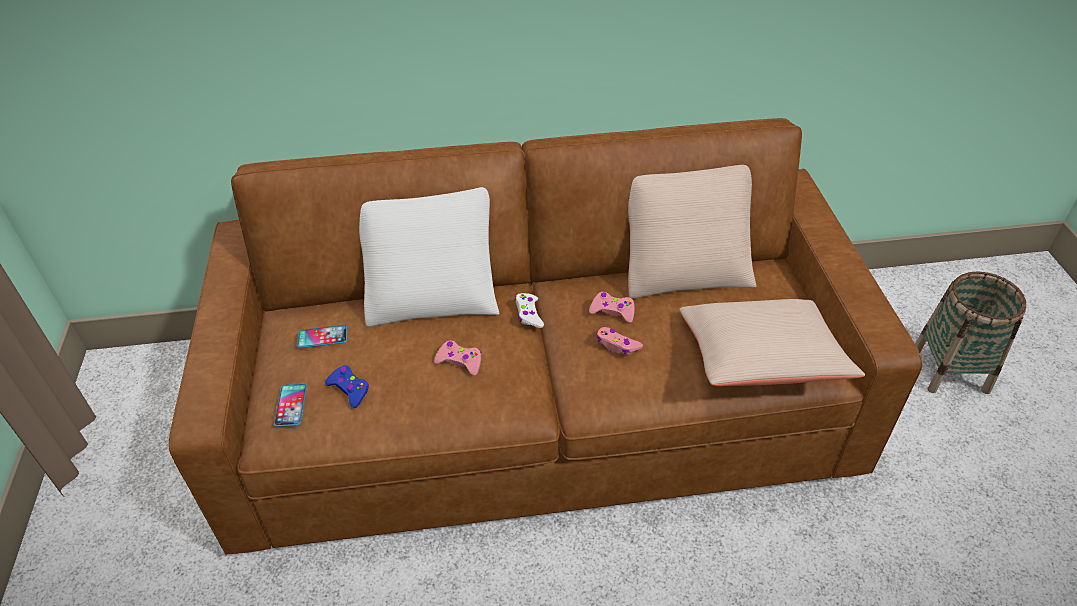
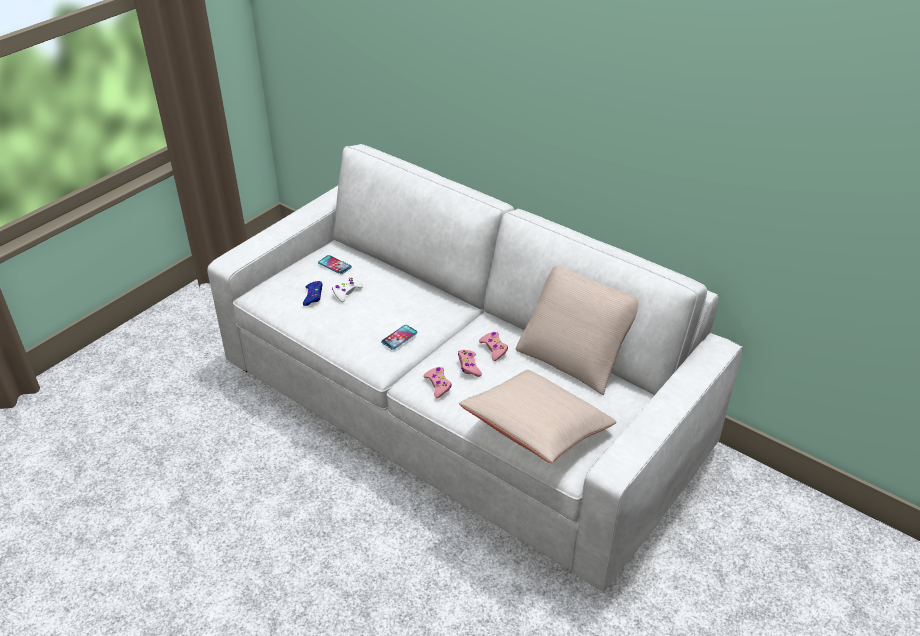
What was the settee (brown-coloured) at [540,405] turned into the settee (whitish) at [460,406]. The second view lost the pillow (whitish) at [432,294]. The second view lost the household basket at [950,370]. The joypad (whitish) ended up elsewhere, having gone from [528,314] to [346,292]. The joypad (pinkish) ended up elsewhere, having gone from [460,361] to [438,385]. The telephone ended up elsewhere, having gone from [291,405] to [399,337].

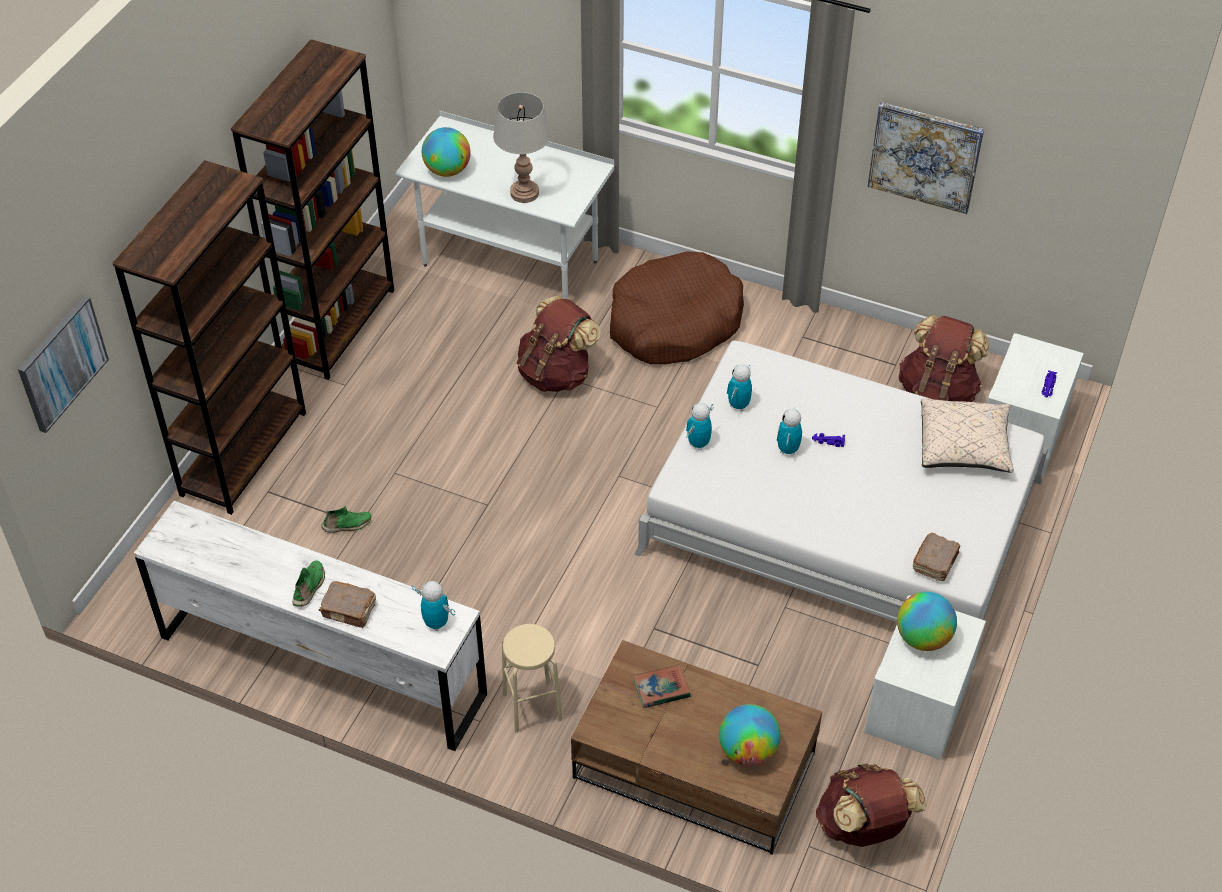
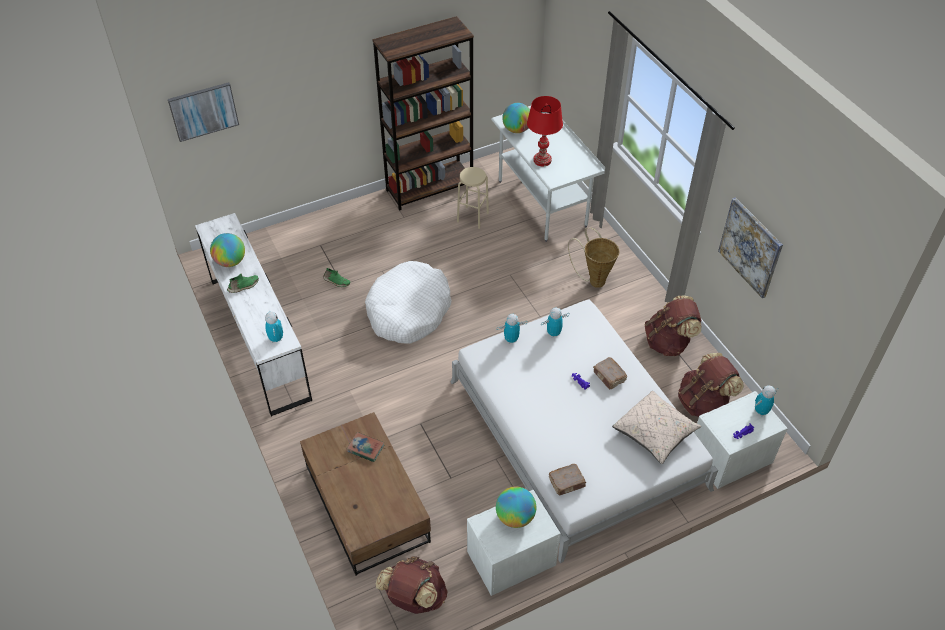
What was the tabletop lamp (gray) at [524,193] turned into the tabletop lamp (reddish) at [542,160]. The second view lost the bookcase (brown-coloured) at [244,453]. Where the dog cushion (brown-coloured) stood at [674,323], the household basket came to stand at [594,280]. The knapsack (brown-coloured) ended up elsewhere, having gone from [556,373] to [668,342]. The robot figure ended up elsewhere, having gone from [788,450] to [761,411]. The bound book (brown-coloured) ended up elsewhere, having gone from [349,610] to [609,377]. The stool seat (beige) ended up elsewhere, having gone from [532,707] to [472,217]. The desk globe ended up elsewhere, having gone from [747,751] to [230,262]. The second view gained the dog cushion (whitish) at [408,311].

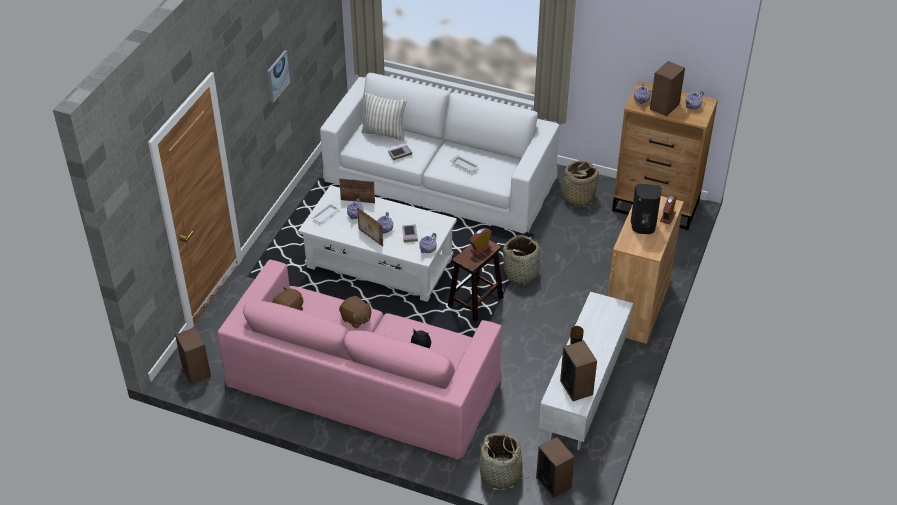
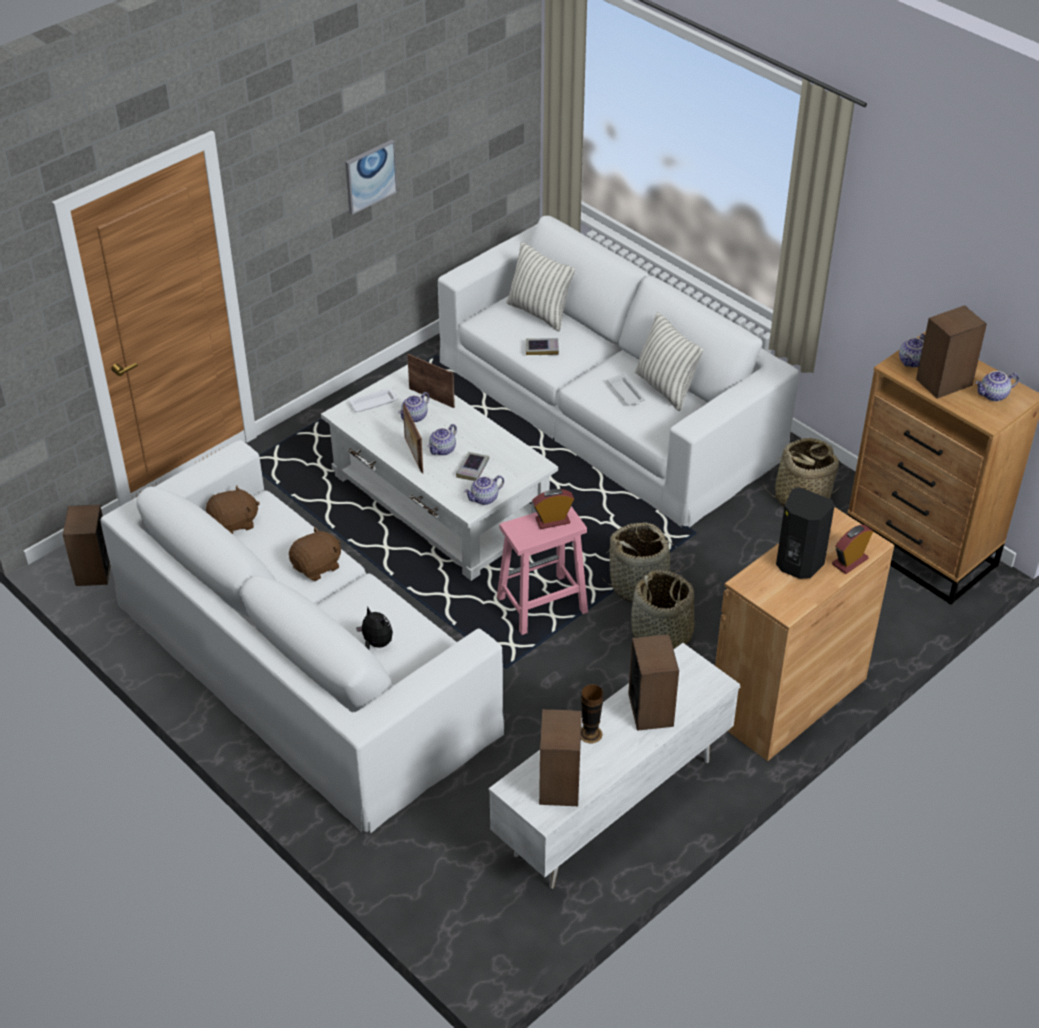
What was the stool seat (brown-coloured) at [475,302] turned into the stool seat (pinkish) at [541,605]. What was the settee (pinkish) at [363,381] turned into the settee (whitish) at [304,665]. The cuddly toy (brown-coloured) at [356,319] ended up facing another way, 105 degrees counterclockwise from before. The household basket ended up elsewhere, having gone from [501,474] to [662,635]. The audio speaker ended up elsewhere, having gone from [553,482] to [651,710]. The second view gained the pillow at [665,388].

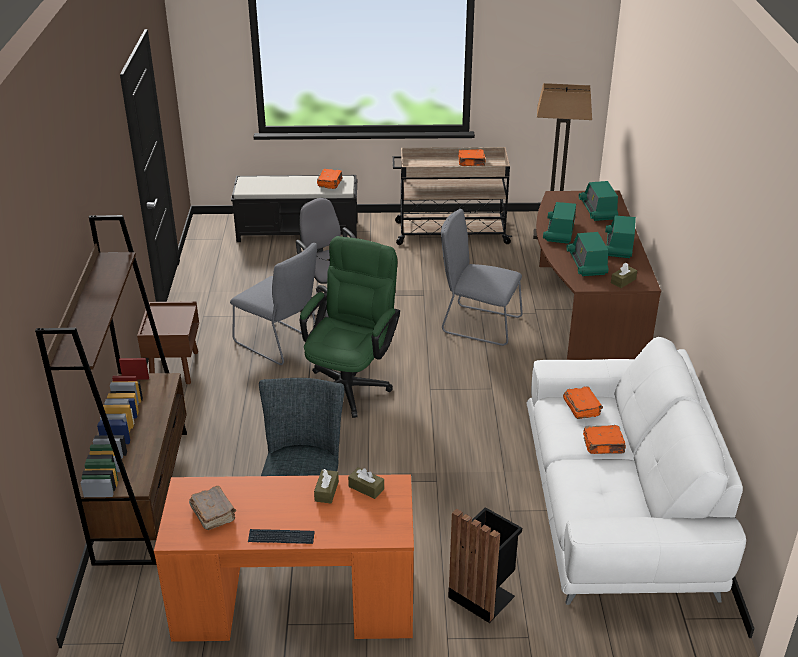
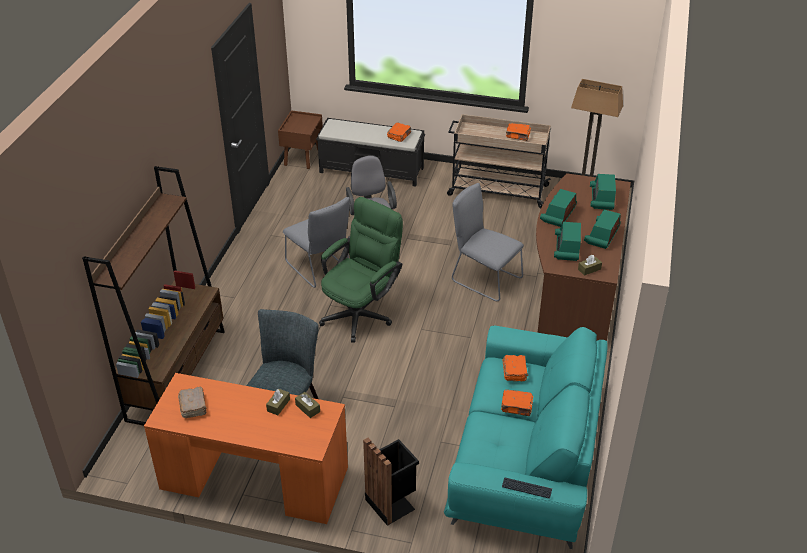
The night table (brown-coloured) ended up elsewhere, having gone from [174,367] to [302,157]. What was the settee (whitish) at [617,506] turned into the settee (turquoise-coloured) at [526,455]. The keyboard ended up elsewhere, having gone from [281,537] to [526,488].

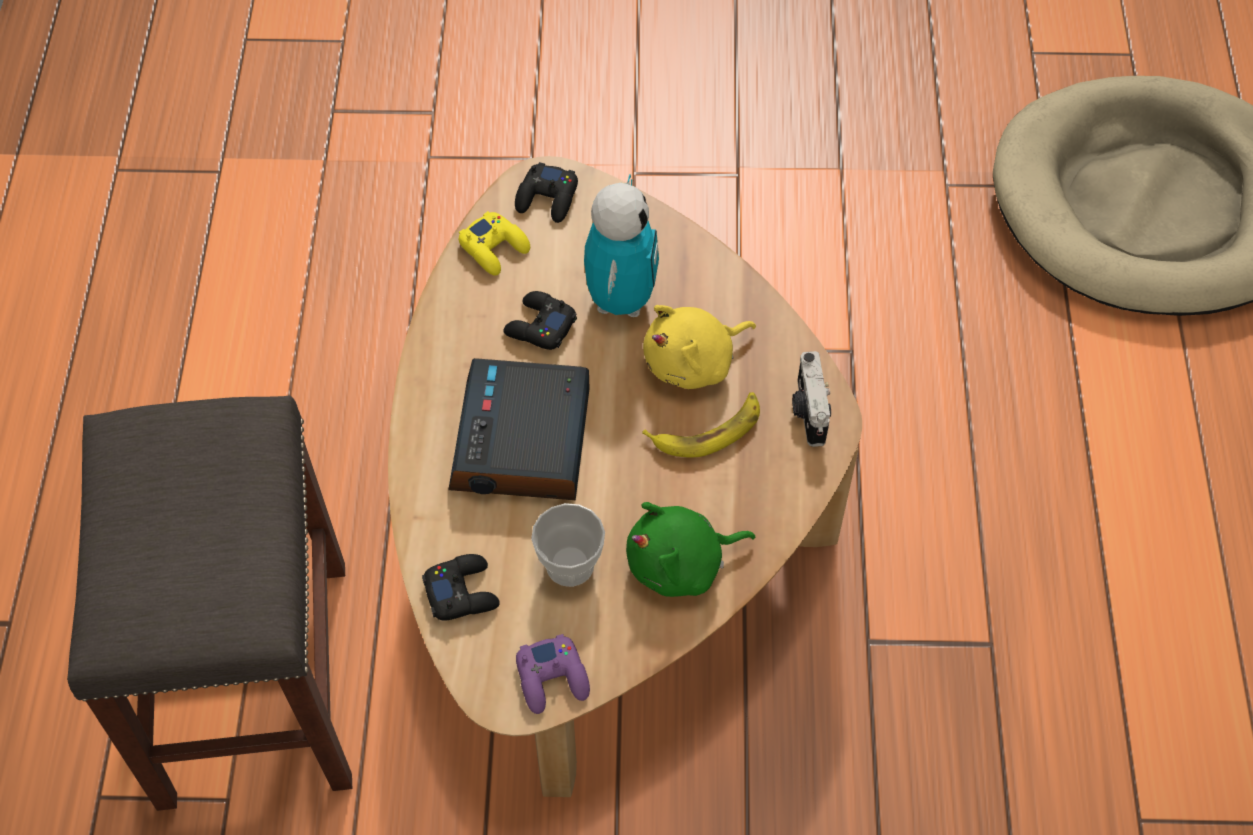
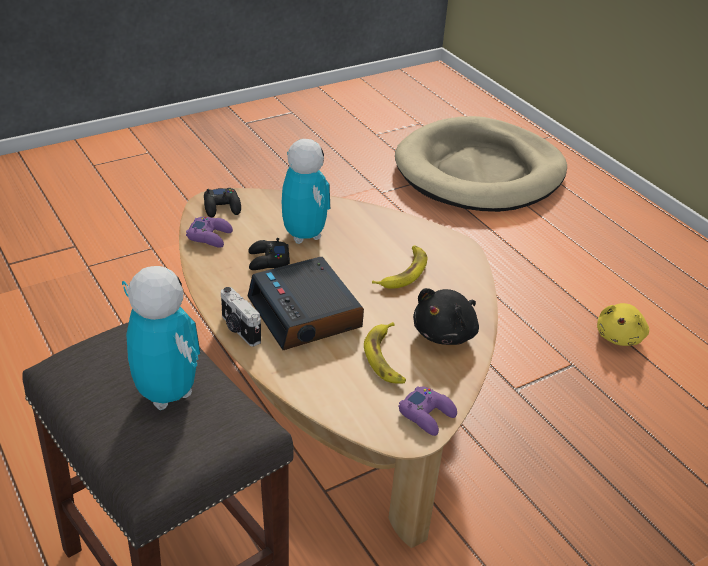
What was the joypad (yellow-coloured) at [495,248] turned into the joypad (purple) at [210,236]. The cuddly toy (yellow-coloured) ended up elsewhere, having gone from [693,362] to [619,336]. The still camera ended up elsewhere, having gone from [808,411] to [239,329]. What was the cuddly toy (green) at [681,564] turned into the cuddly toy (black-coloured) at [446,333]. Where the small cup stood at [570,565], the whole banana came to stand at [386,358]. The second view lost the joypad (black-coloured) at [462,592]. The second view gained the robot figure at [166,393].

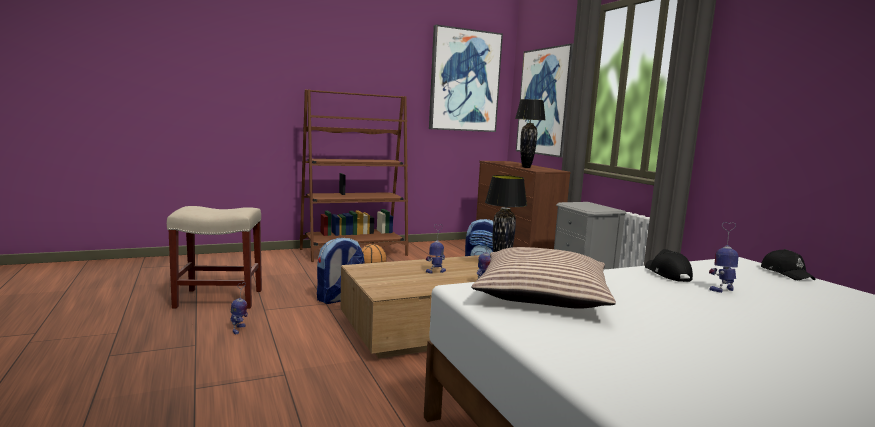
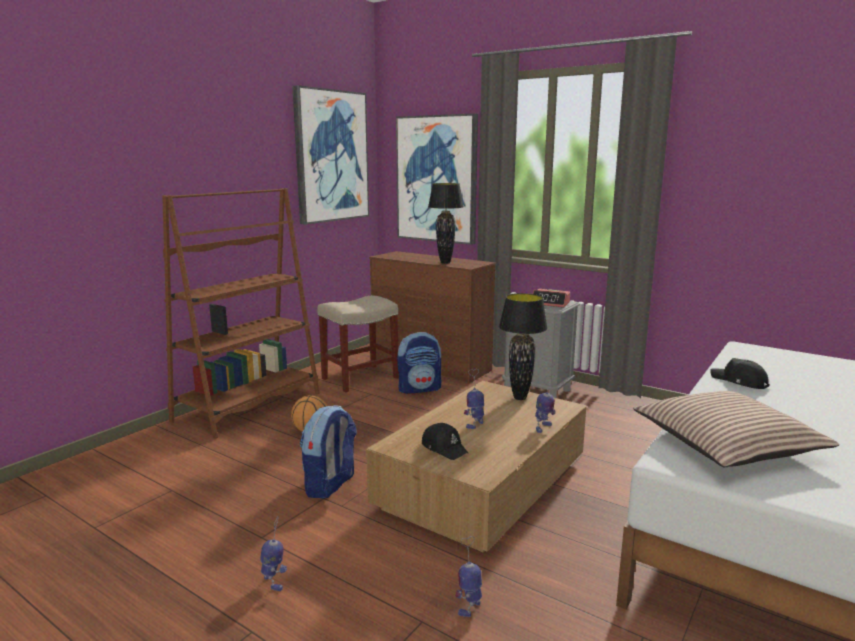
The stool seat (beige) ended up elsewhere, having gone from [218,299] to [359,378]. The robot figure ended up elsewhere, having gone from [722,289] to [470,606]. The baseball cap (black-coloured) ended up elsewhere, having gone from [786,273] to [444,448]. The second view gained the table clock at [550,303].

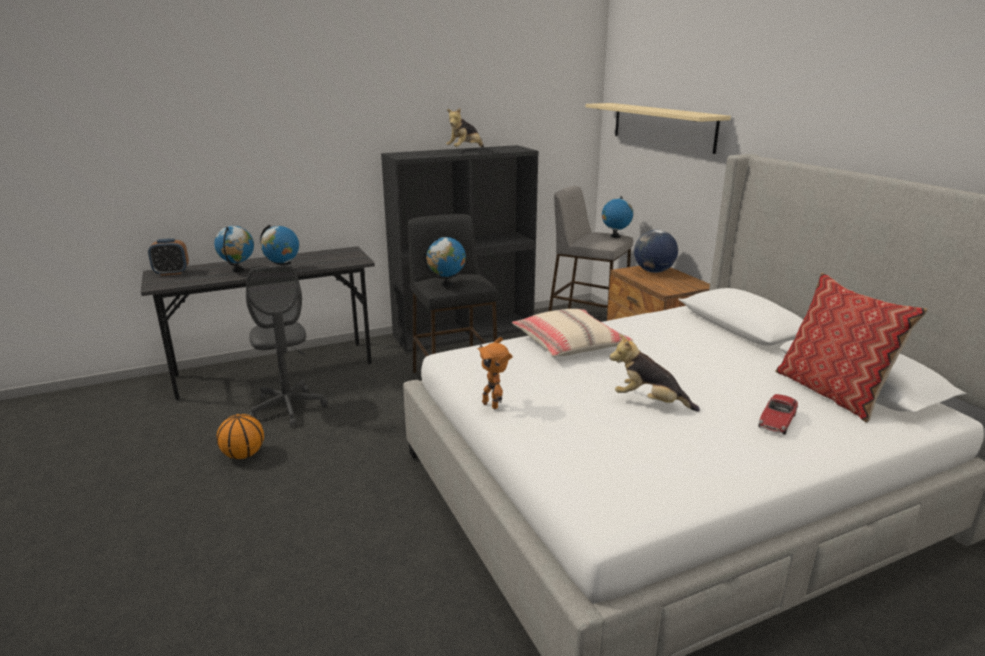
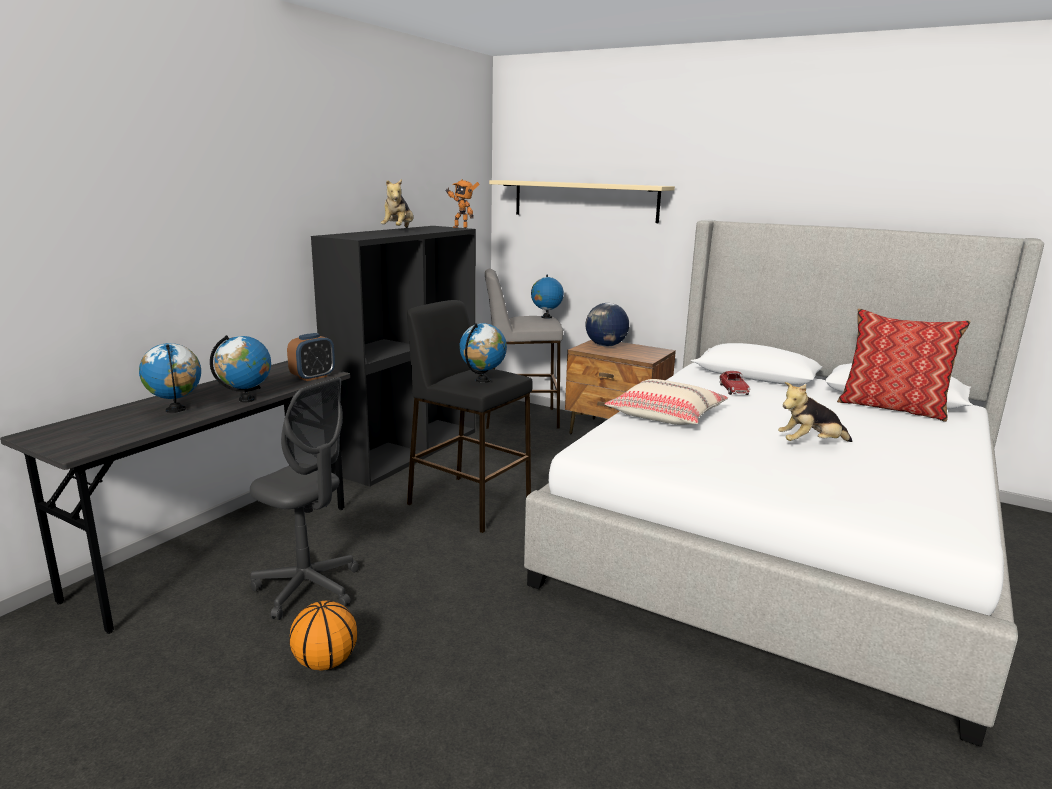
The table clock ended up elsewhere, having gone from [171,273] to [313,377]. The robot figure ended up elsewhere, having gone from [492,404] to [460,227]. The model car ended up elsewhere, having gone from [777,421] to [733,389].

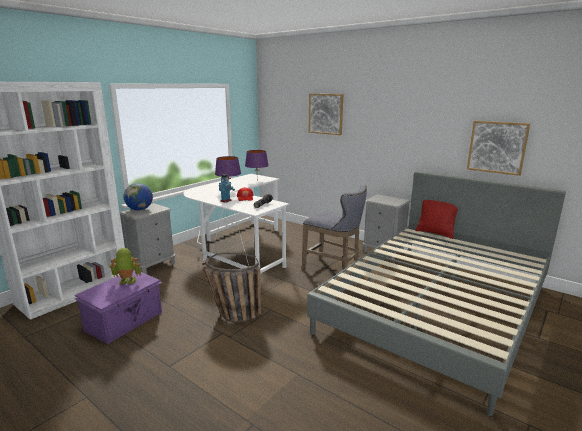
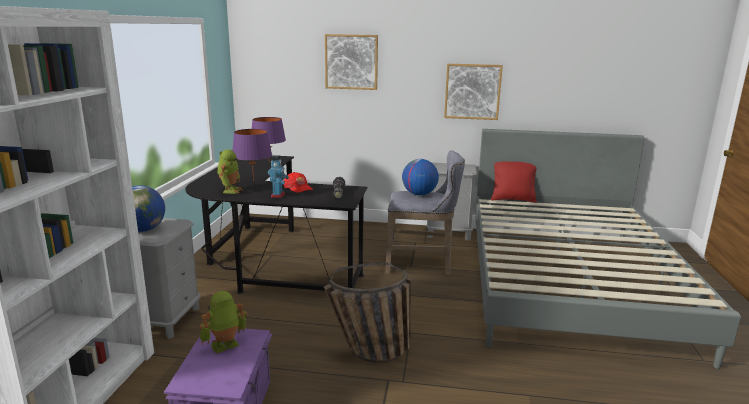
The picture ended up elsewhere, having gone from [497,147] to [472,91]. What was the desk unit (whitish) at [238,248] turned into the desk unit (black-coloured) at [269,265]. The second view gained the robot figure at [230,190]. The second view gained the desk globe at [419,194].

